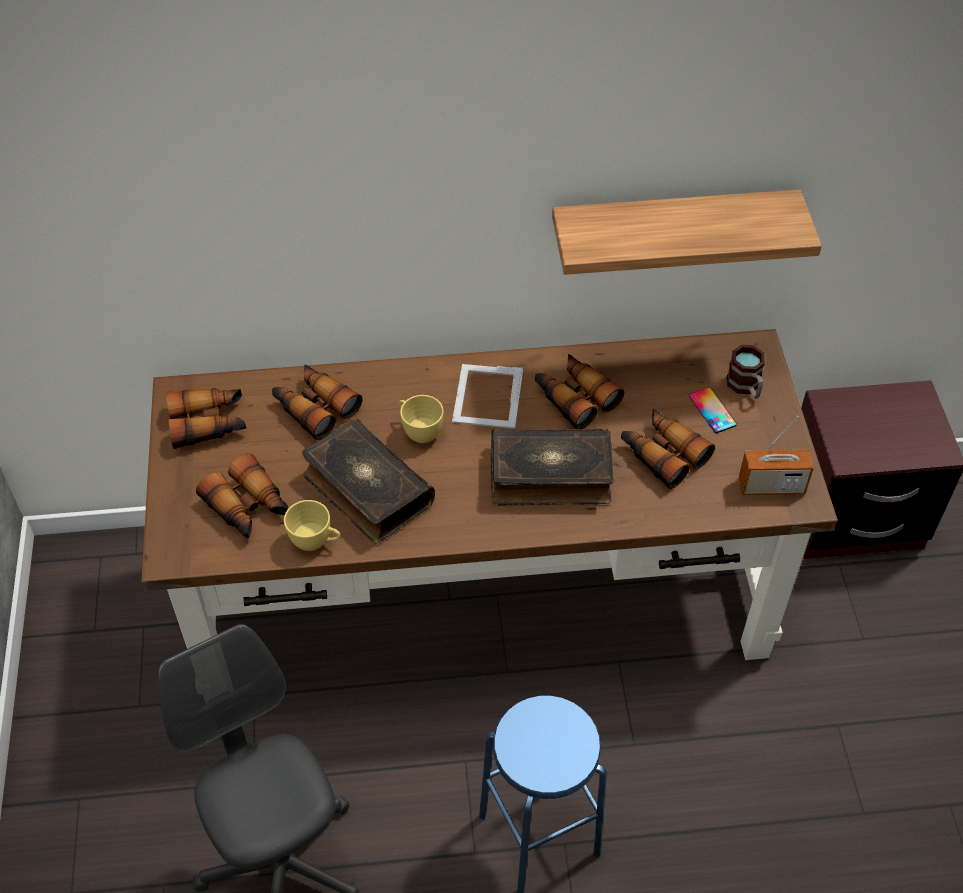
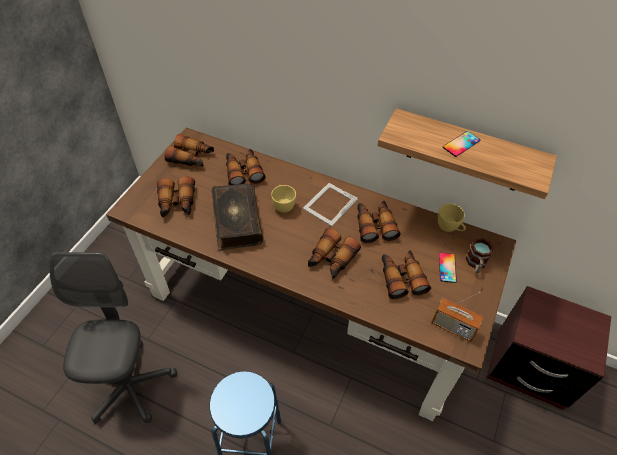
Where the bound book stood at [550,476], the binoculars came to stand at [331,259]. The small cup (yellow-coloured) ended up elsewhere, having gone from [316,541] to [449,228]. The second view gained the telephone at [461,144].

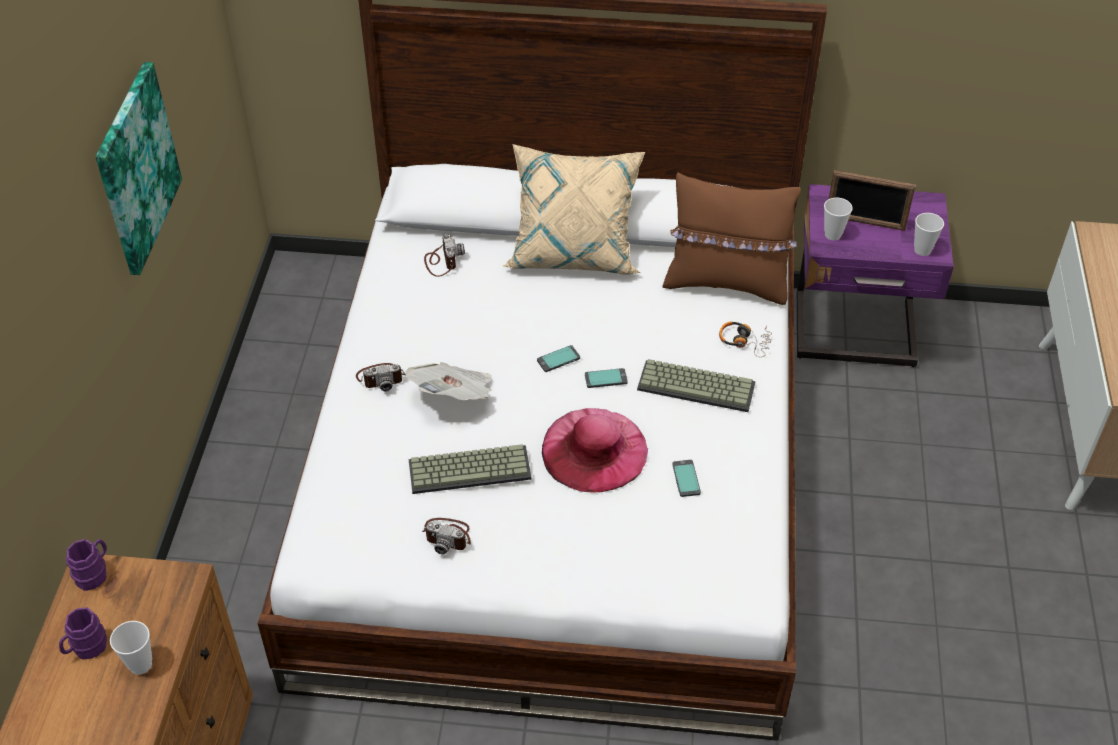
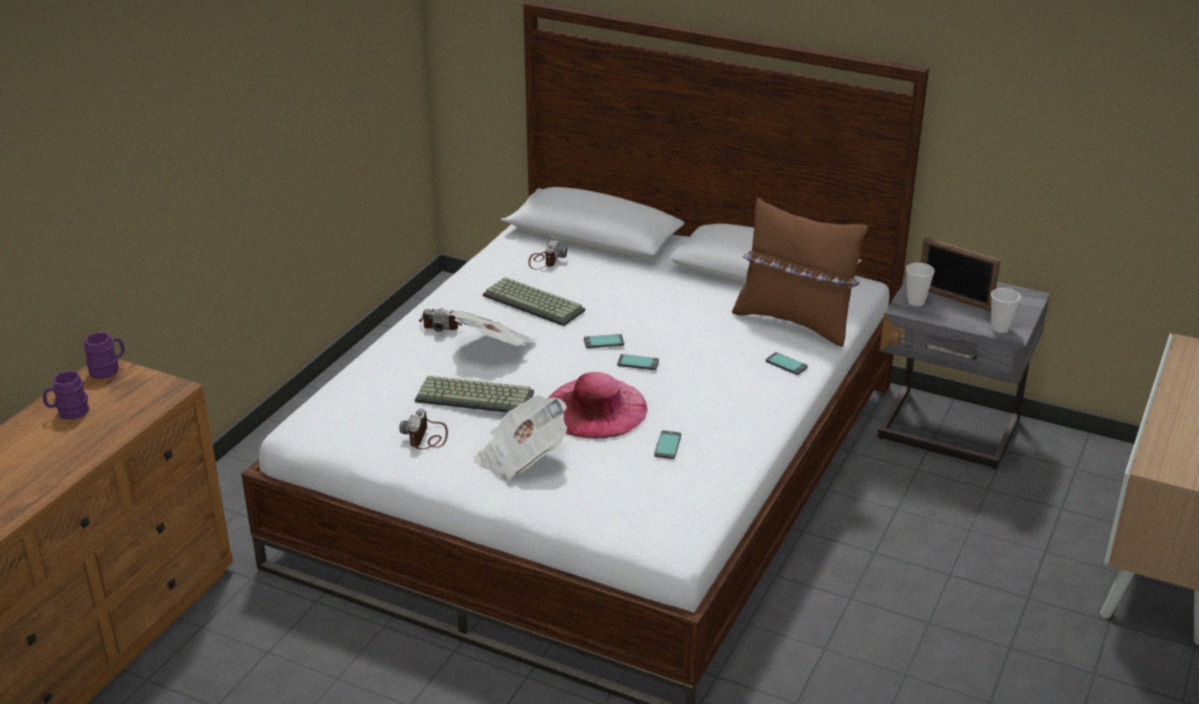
The second view lost the picture at [136,168]. The second view lost the pillow (beige) at [574,251]. What was the night table (purple) at [855,334] turned into the night table (gray) at [948,432]. Where the headphones stood at [744,341], the telephone came to stand at [786,364]. The keyboard ended up elsewhere, having gone from [697,385] to [535,303]. The still camera at [448,536] ended up facing another way, 60 degrees clockwise from before. The second view lost the small cup at [140,664]. The second view gained the daily paper at [521,457].

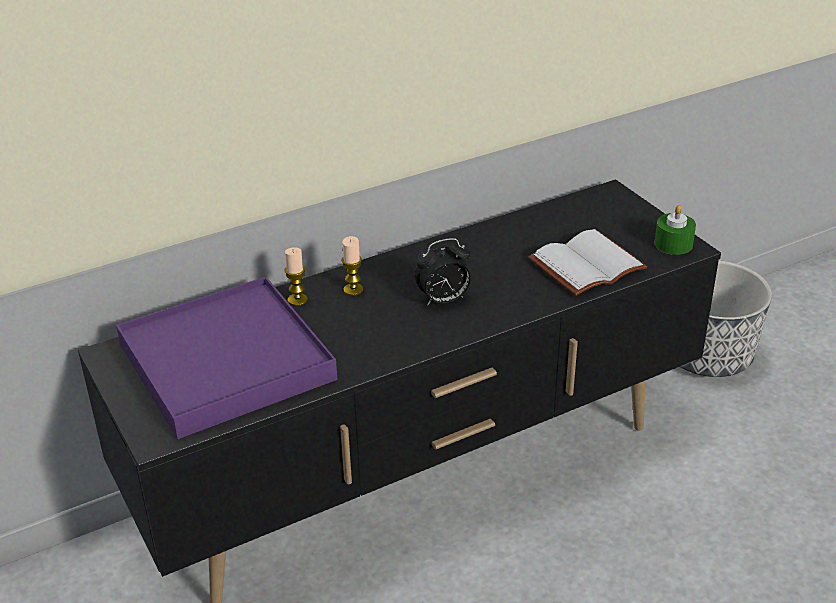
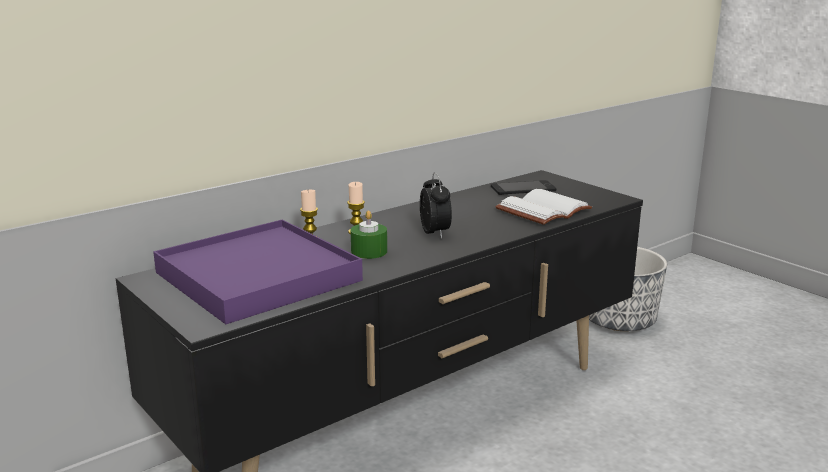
The candle (green) ended up elsewhere, having gone from [673,244] to [369,251]. The table clock at [443,300] ended up facing another way, 75 degrees counterclockwise from before. The second view gained the telephone at [523,188].

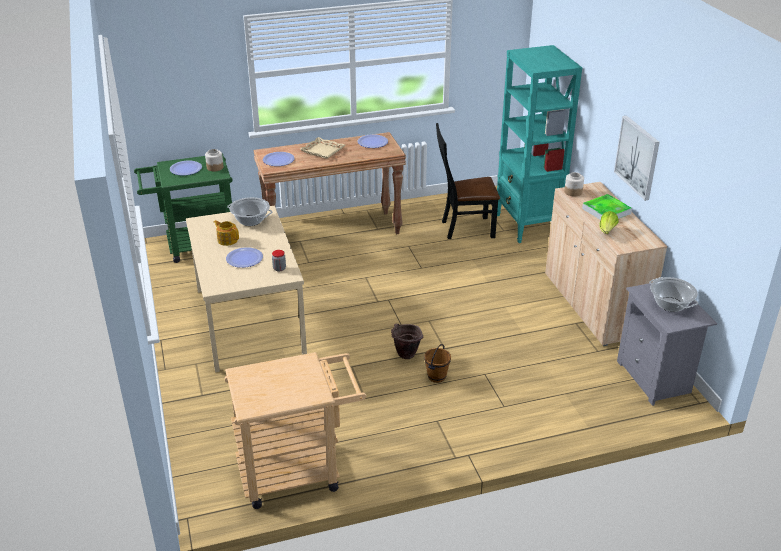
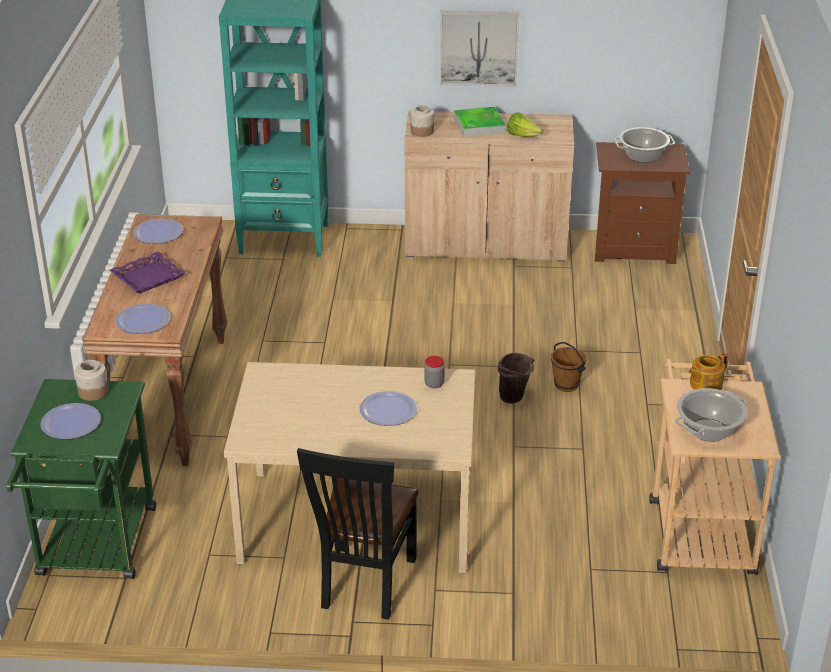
The chair (black-coloured) ended up elsewhere, having gone from [464,228] to [364,586]. What was the tray (beige) at [322,151] turned into the tray (purple) at [148,278]. The cooking pot ended up elsewhere, having gone from [250,220] to [708,430]. The teapot ended up elsewhere, having gone from [227,240] to [705,384]. What was the night table (gray) at [655,378] turned into the night table (brown-coloured) at [634,248].

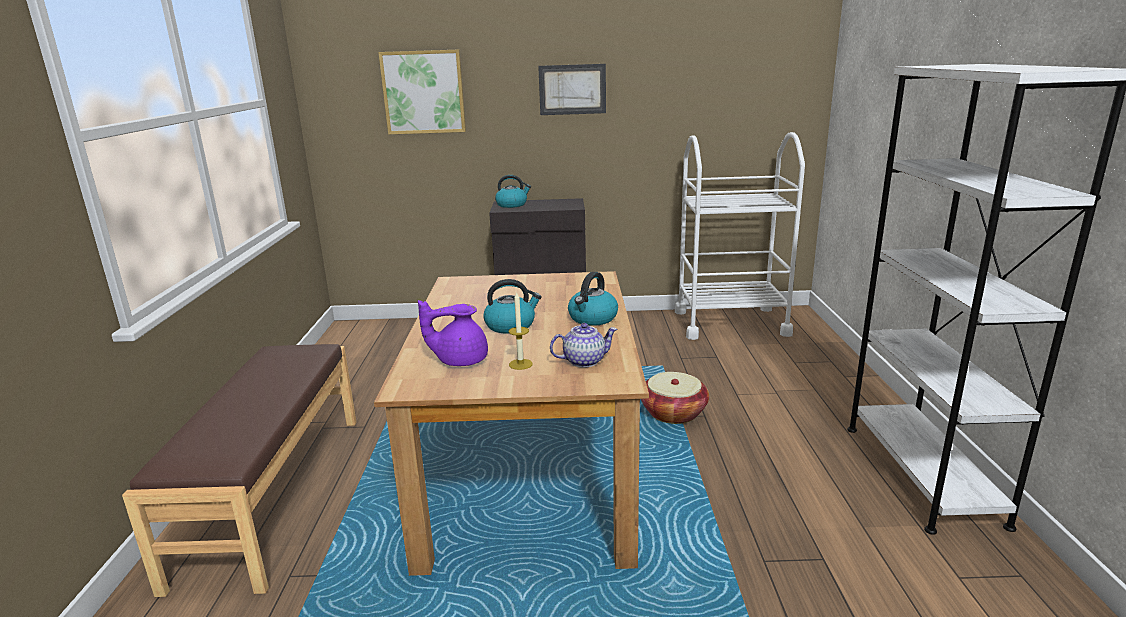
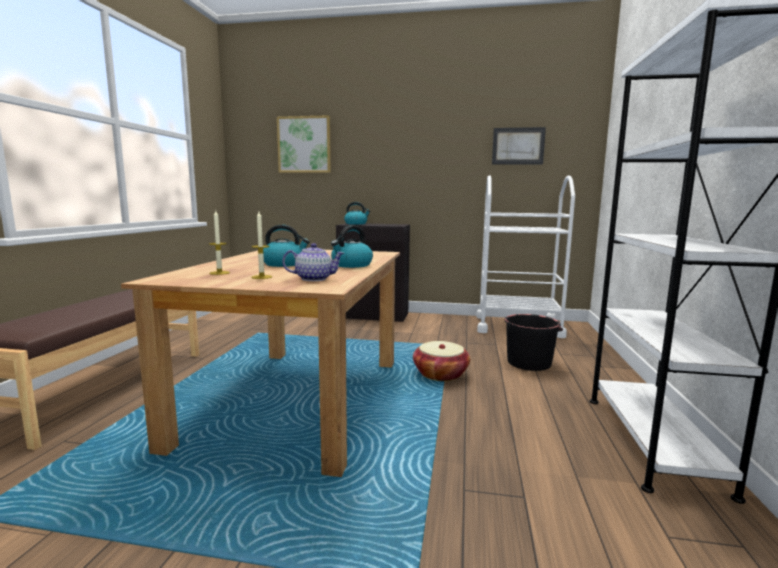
The picture ended up elsewhere, having gone from [572,89] to [518,146]. Where the teapot (purple) stood at [460,360], the candle came to stand at [219,273]. The second view gained the pail (black-coloured) at [529,363].

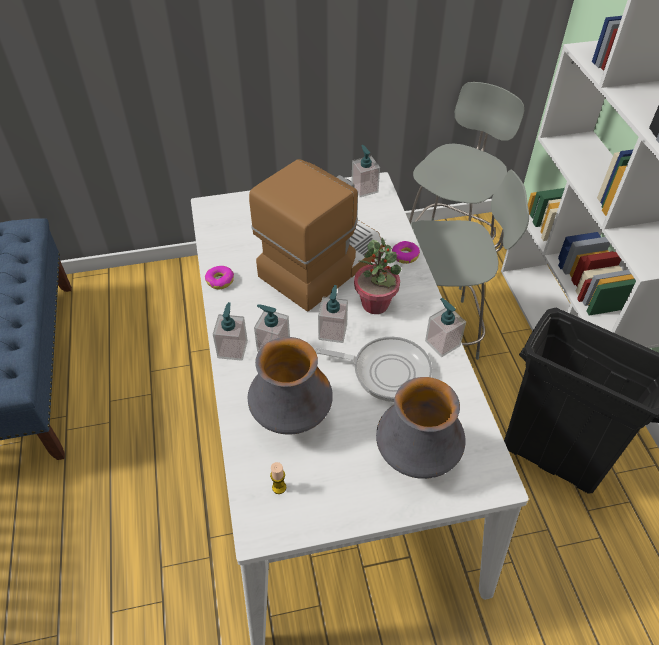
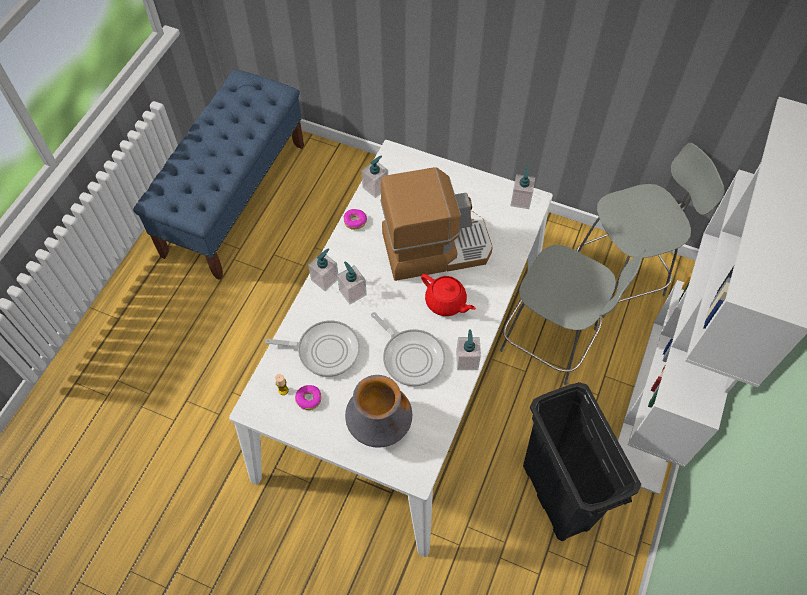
Where the potted plant stood at [375,304], the teapot (reddish) came to stand at [446,302]. The doughnut ended up elsewhere, having gone from [405,255] to [309,399]. The soap dispenser ended up elsewhere, having gone from [333,331] to [375,187]. Where the flower vase stood at [291,418], the skillet came to stand at [324,350].

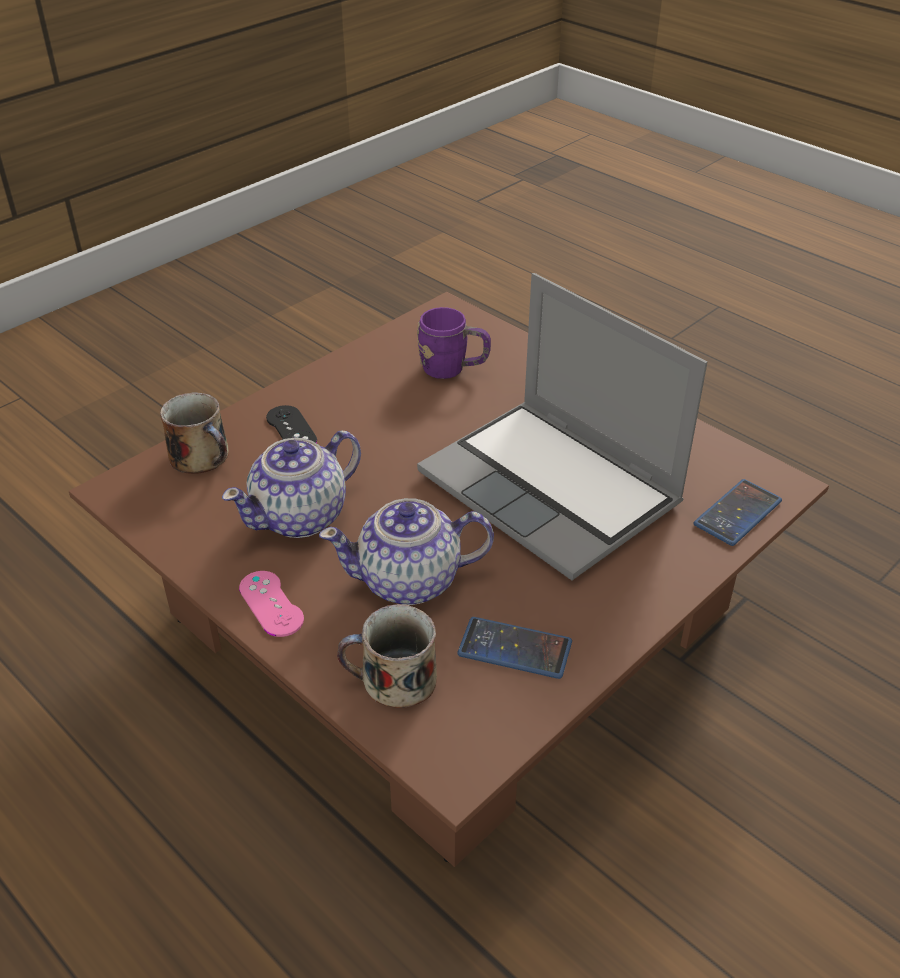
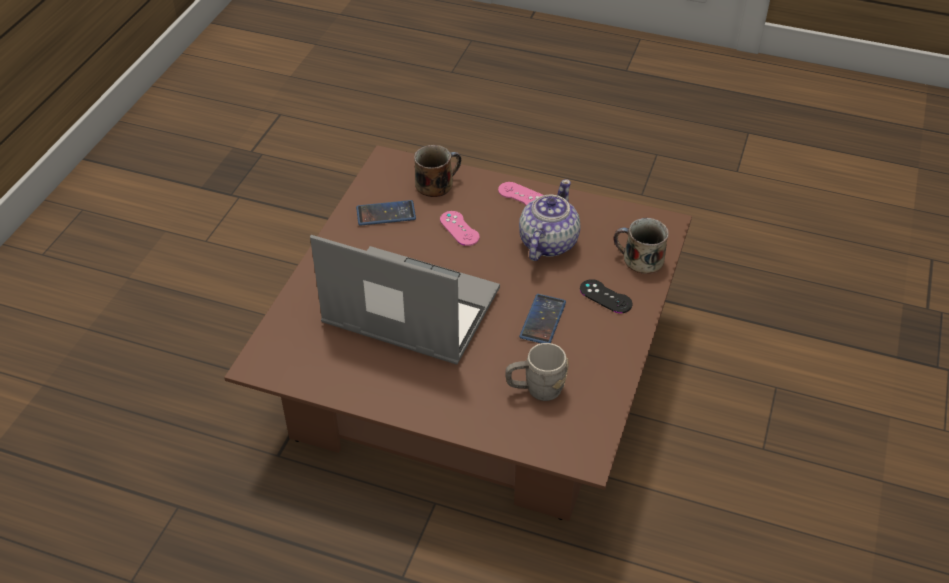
What was the coffee mug (purple) at [453,369] turned into the coffee mug (gray) at [536,389]. The telephone ended up elsewhere, having gone from [737,513] to [543,320]. Where the teapot stood at [410,581], the joypad (pinkish) came to stand at [459,228].

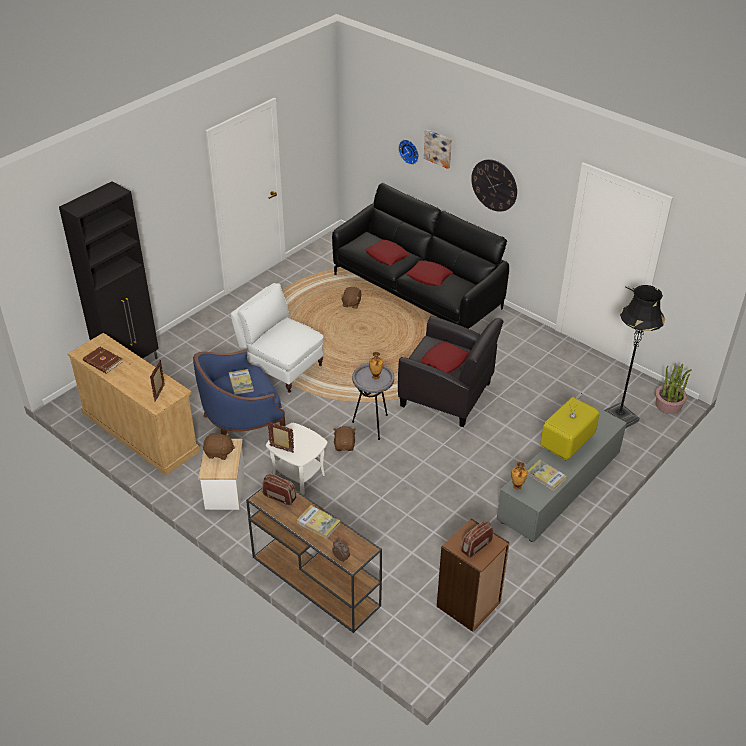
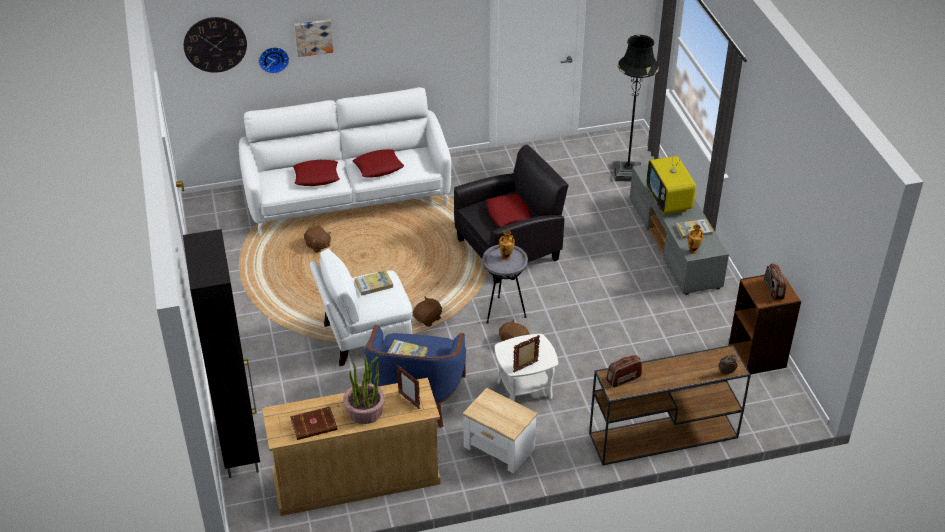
The hanging clock ended up elsewhere, having gone from [494,185] to [215,44]. What was the settee (black-coloured) at [417,291] turned into the settee (whitish) at [348,197]. The potted plant ended up elsewhere, having gone from [668,405] to [365,411]. The cuddly toy (brown-coloured) ended up elsewhere, having gone from [219,453] to [428,319]. The bound book ended up elsewhere, having gone from [318,523] to [373,284].

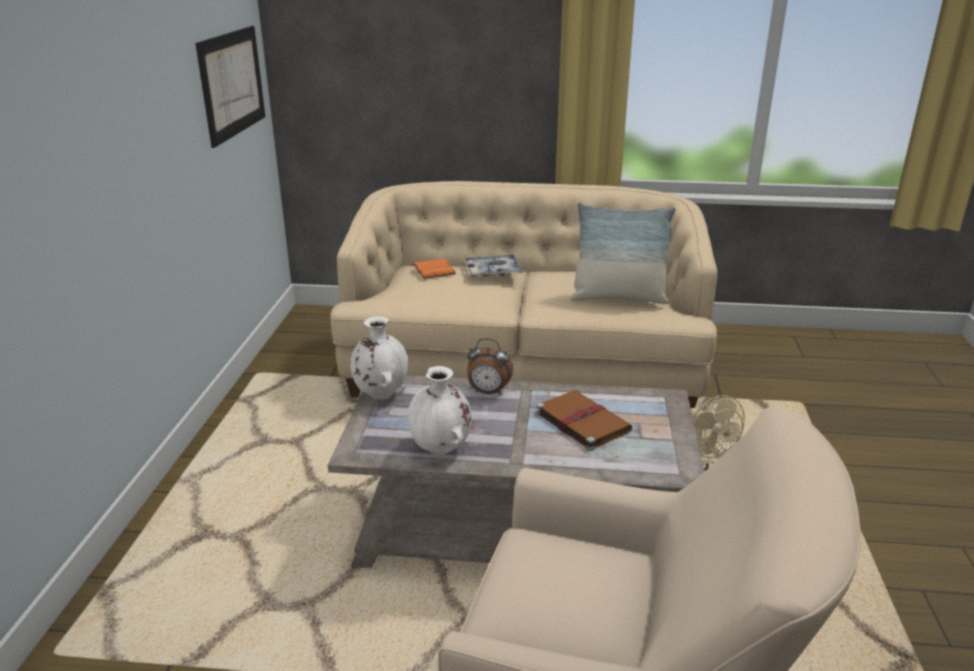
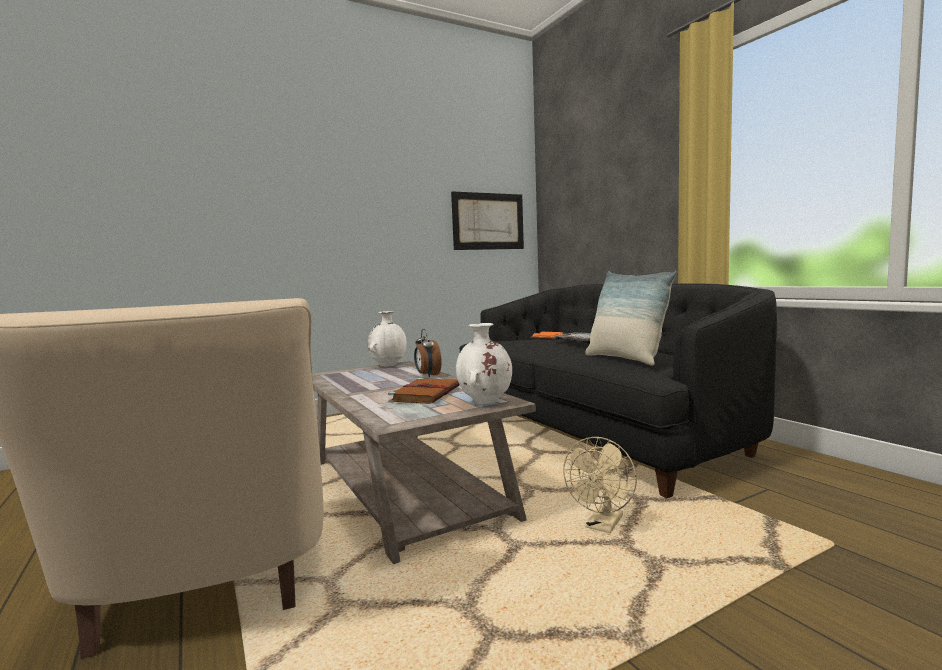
What was the settee (beige) at [523,370] turned into the settee (black-coloured) at [597,433]. The flower vase (whitish) ended up elsewhere, having gone from [441,449] to [485,402].

